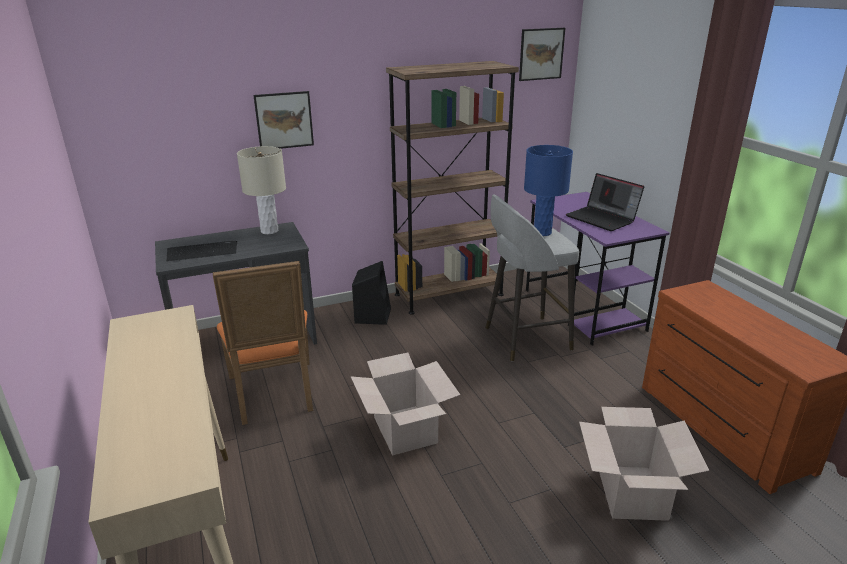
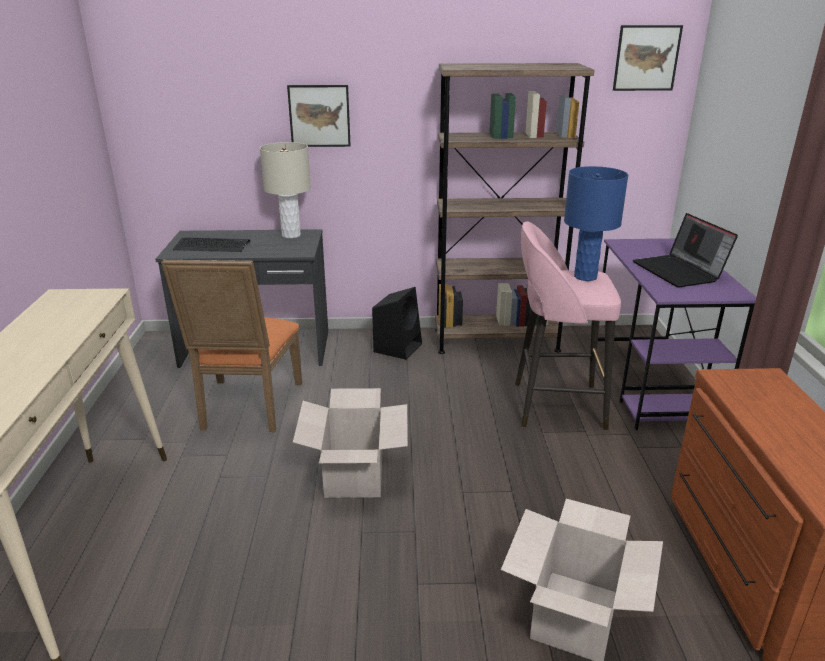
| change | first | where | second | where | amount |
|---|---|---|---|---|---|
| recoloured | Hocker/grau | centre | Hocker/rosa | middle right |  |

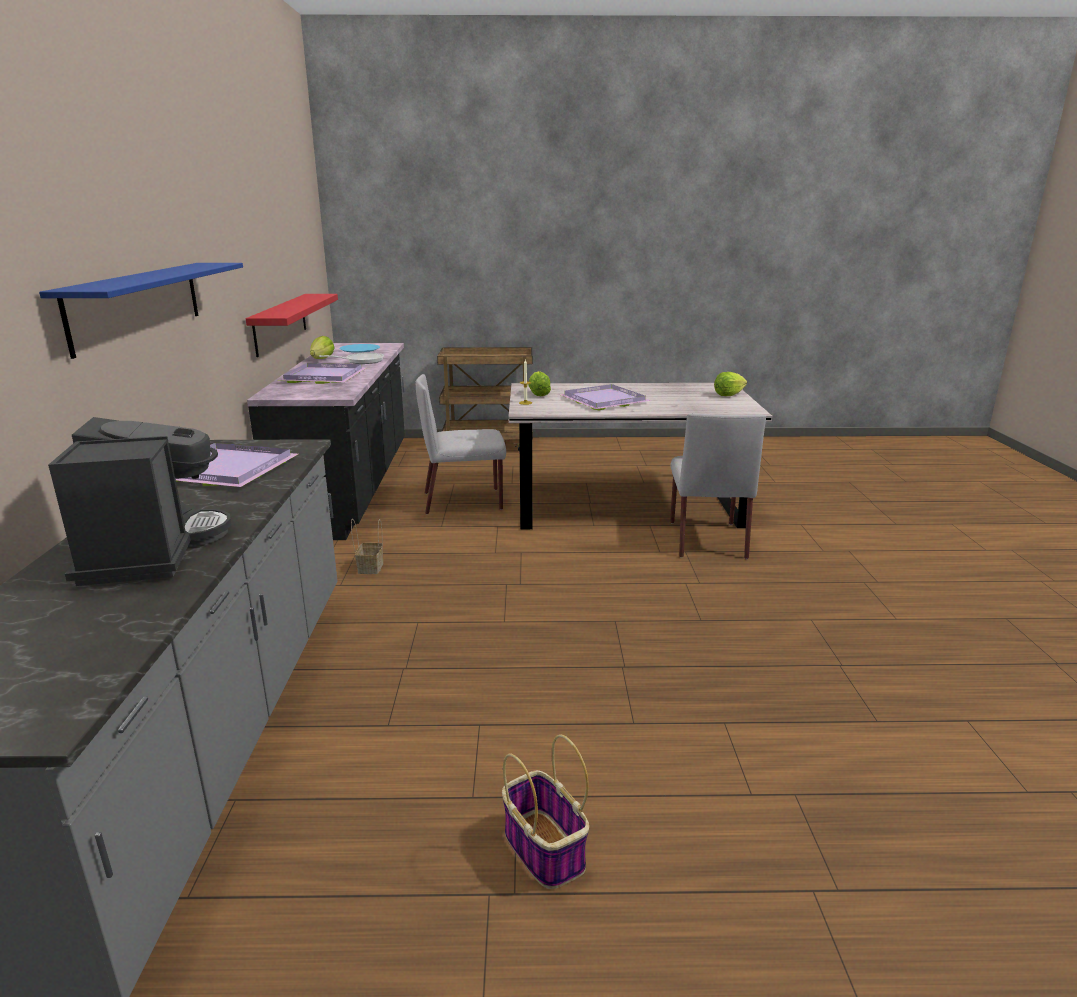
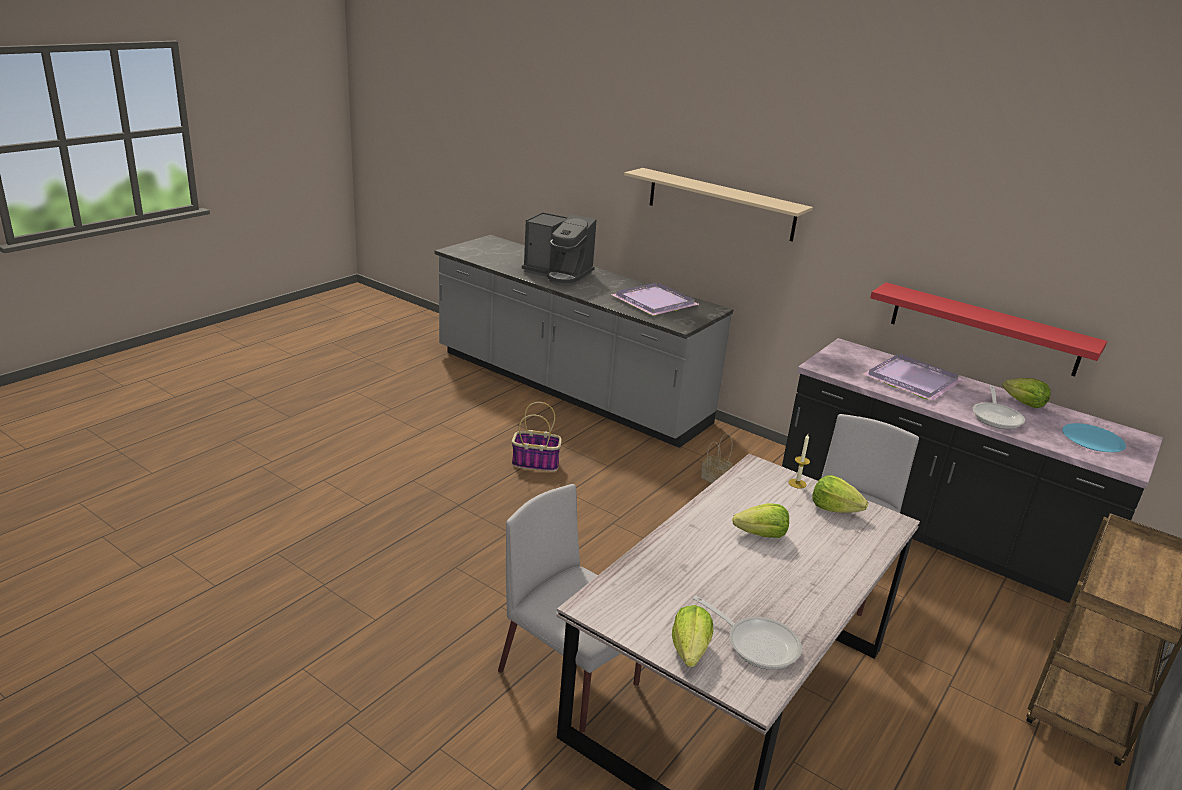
| change | first | where | second | where | amount |
|---|---|---|---|---|---|
| moved | Korb (2nd from left in the first image) | bottom centre | Korb (1st from left) | centre |  |
| recoloured | Wandregal/blau | top left | Wandregal/beige | top centre |  |
| added |  |  | Pfanne (1st from left) | bottom centre |  |
| replaced | Tablett/lila (3rd from left) | centre | Salatkopf (2nd from left) | centre |  |

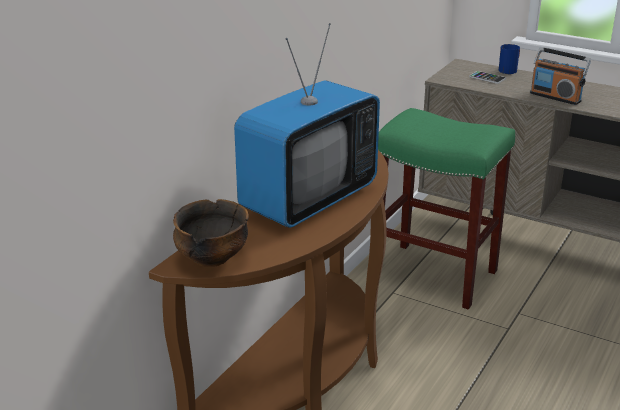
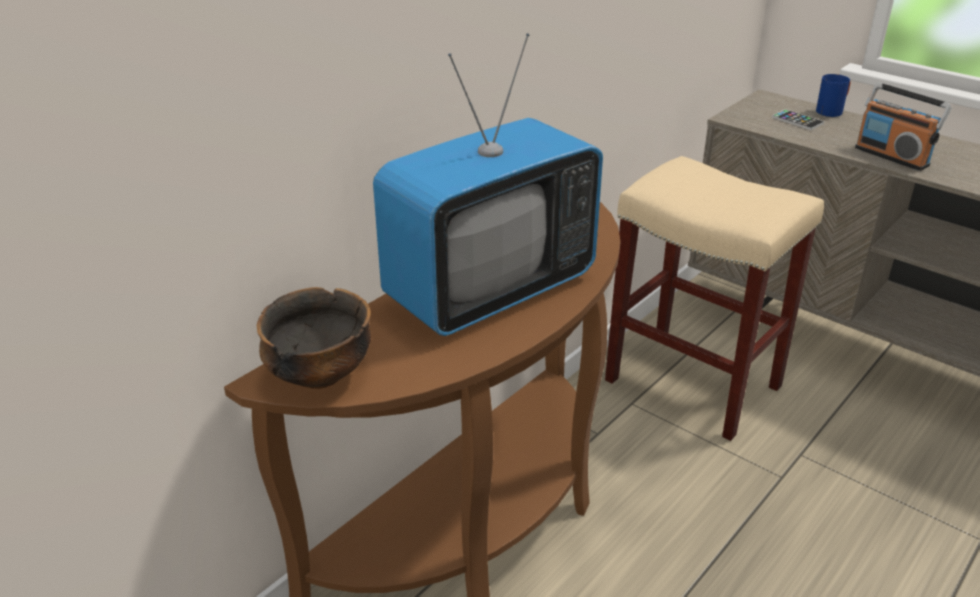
| change | first | where | second | where | amount |
|---|---|---|---|---|---|
| recoloured | Hocker/grün | middle right | Hocker/beige | middle right |  |

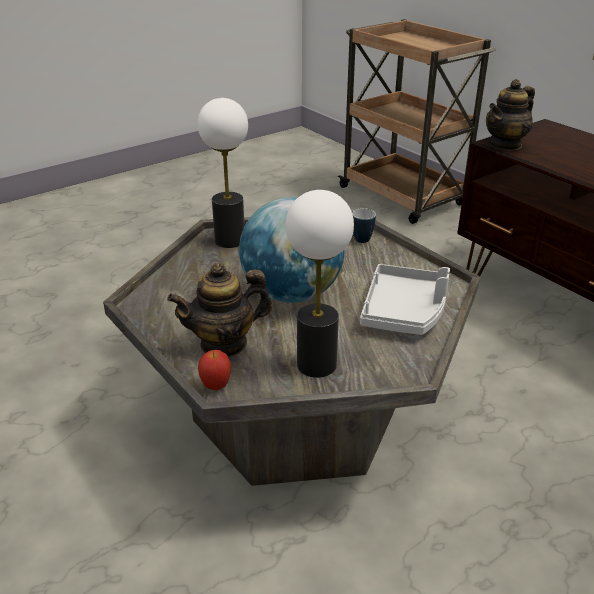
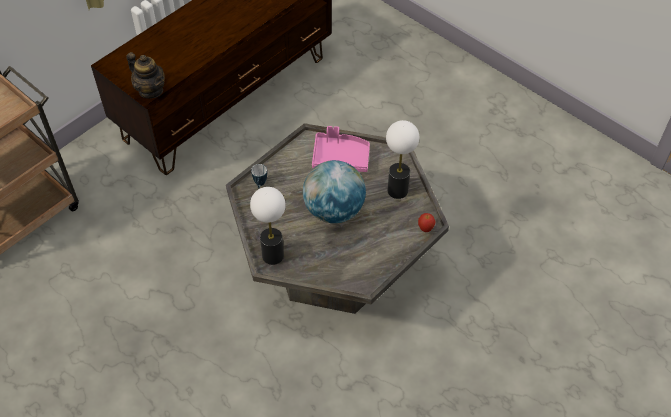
| change | first | where | second | where | amount |
|---|---|---|---|---|---|
| recoloured | Tablett/grau | middle right | Tablett/rosa | centre |  |
| removed | Teekanne (1st from left) | centre |  |  |  |

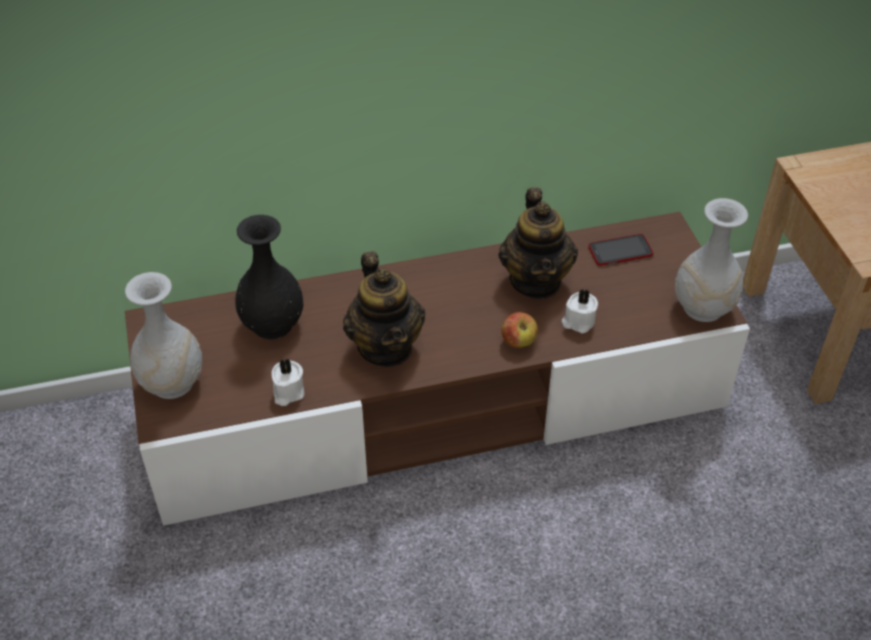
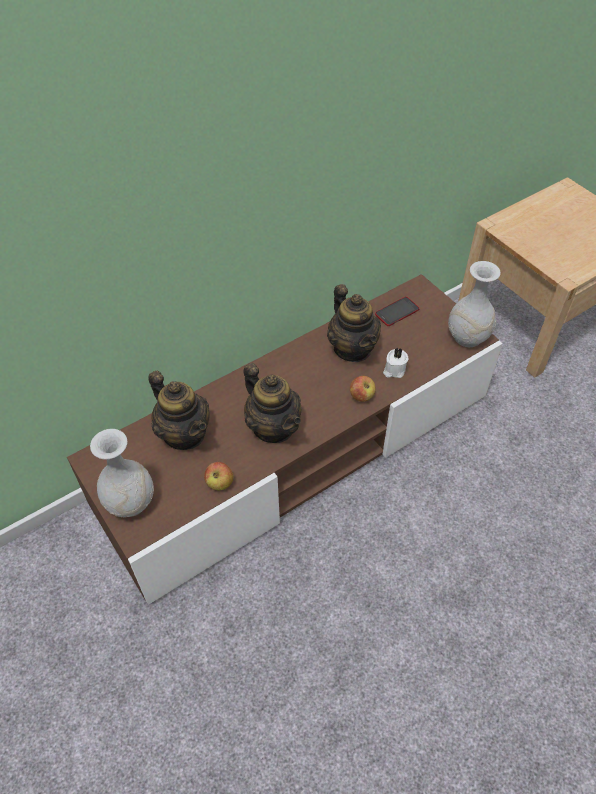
| change | first | where | second | where | amount |
|---|---|---|---|---|---|
| replaced | Vase/schwarz | middle left | Teekanne (1st from left) | middle left |  |
| replaced | Kerze/weiß (1st from left) | middle left | Apfel (1st from left) | centre |  |

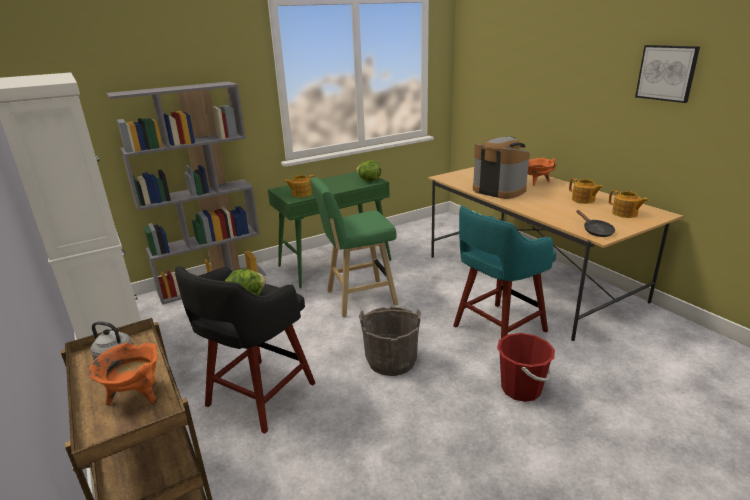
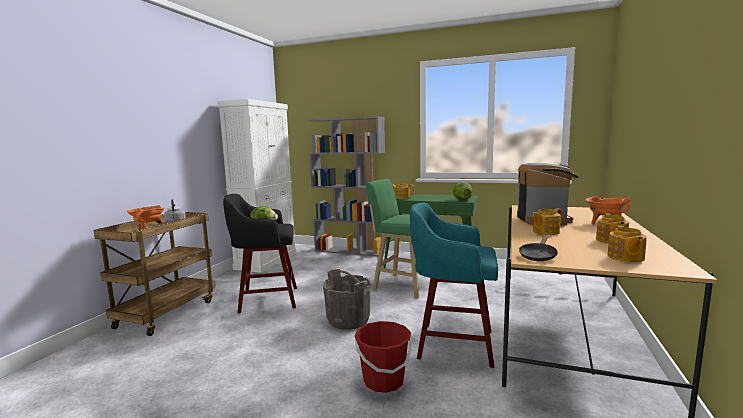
| change | first | where | second | where | amount |
|---|---|---|---|---|---|
| added |  |  | Teekanne (2nd from left) | middle right |  |
| removed | Bild | top right |  |  |  |

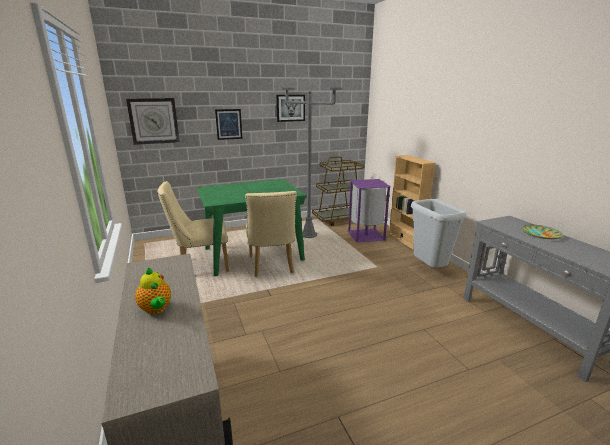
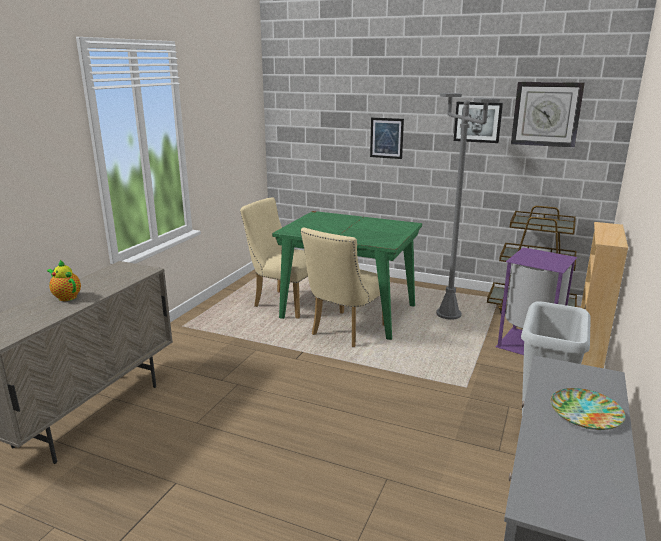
| change | first | where | second | where | amount |
|---|---|---|---|---|---|
| turned | Teekanne | middle left |  | middle left | 120 degrees clockwise |
| moved | Wanduhr | top left |  | top right |  |

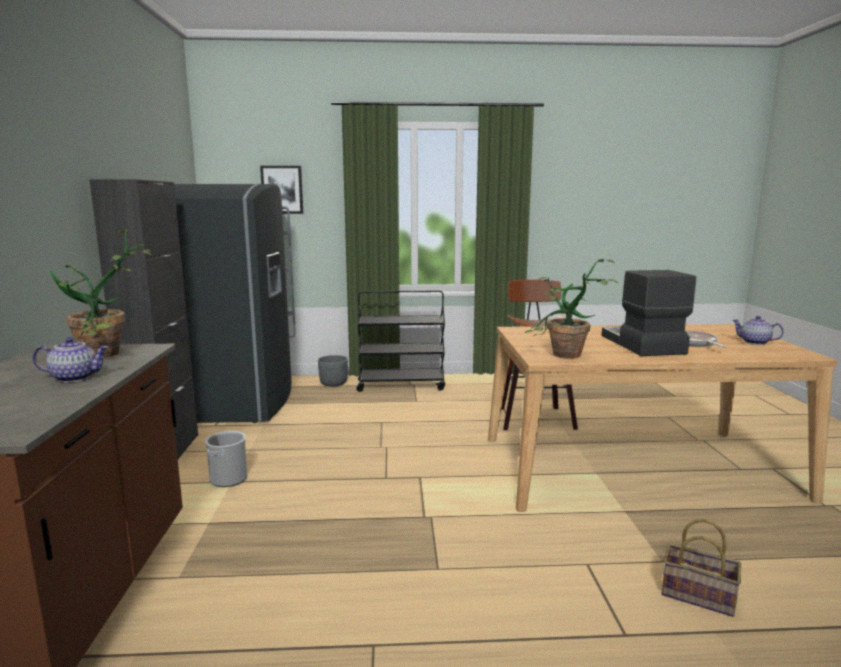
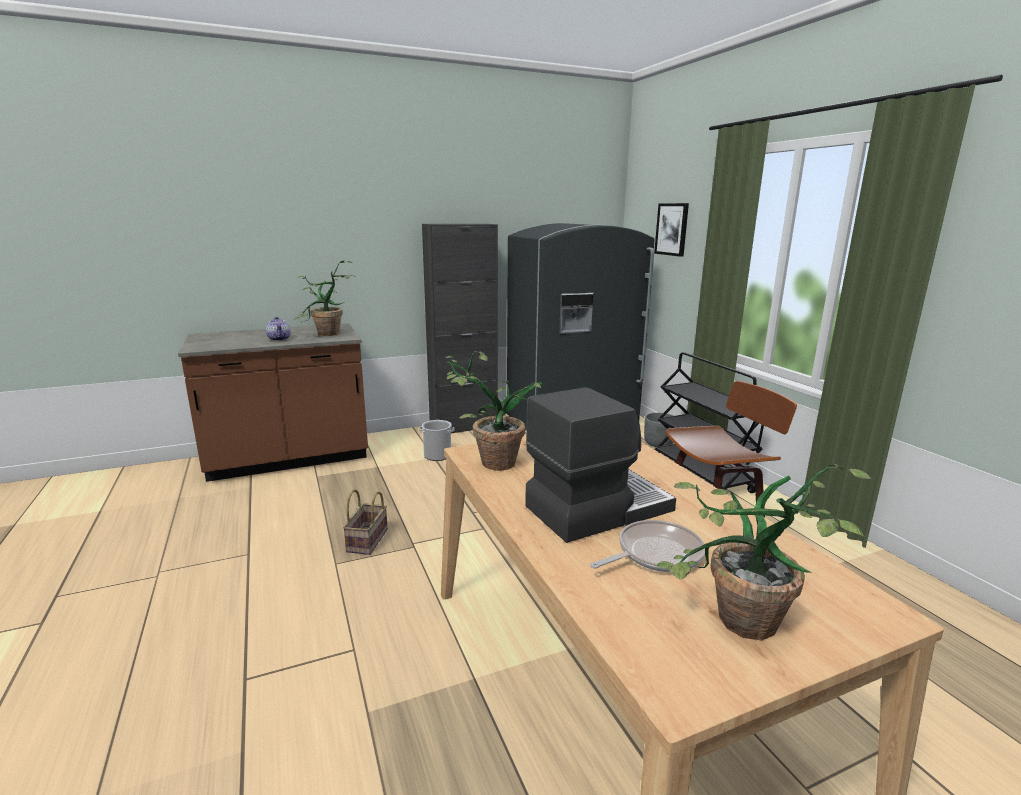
| change | first | where | second | where | amount |
|---|---|---|---|---|---|
| moved | Korb | bottom right |  | centre |  |
| replaced | Teekanne (2nd from left) | middle right | Topfpflanze (3rd from left) | bottom right |  |

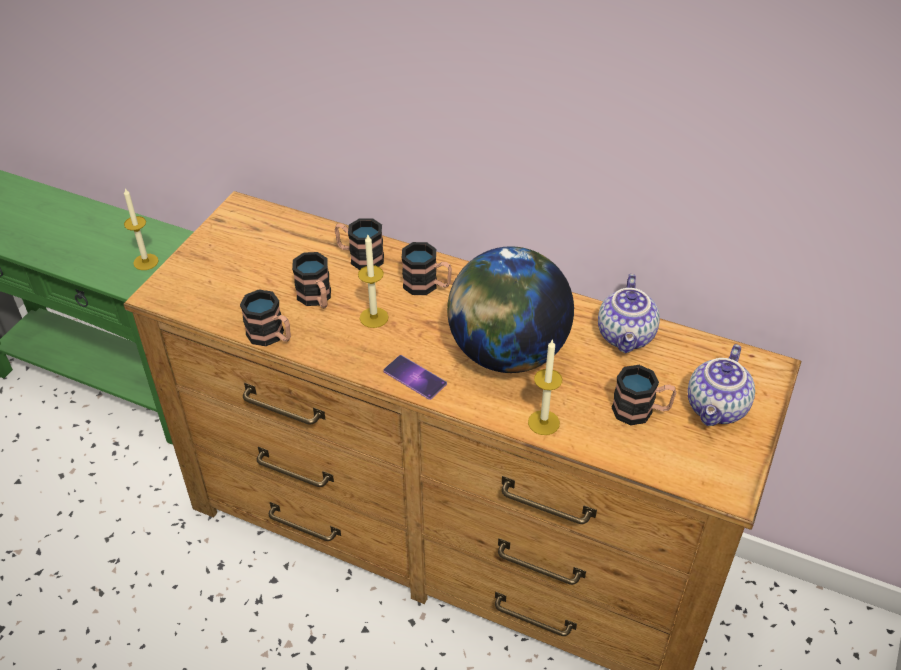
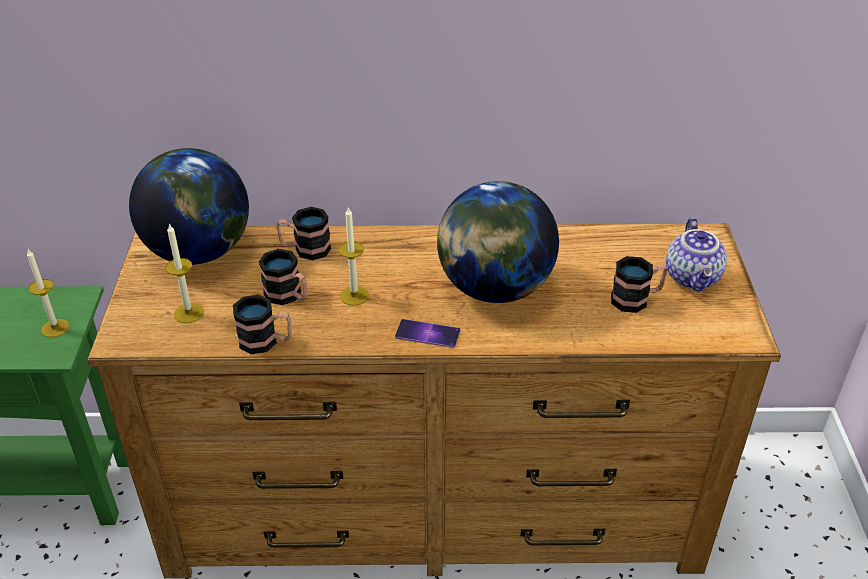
| change | first | where | second | where | amount |
|---|---|---|---|---|---|
| added |  |  | Globus (1st from left) | middle left |  |
| moved | Kerze (3rd from left in the first image) | centre | Kerze (2nd from left) | middle left |  |
| removed | Henkelbecher (4th from left) | centre |  |  |  |
| removed | Teekanne (1st from left) | middle right |  |  |  |

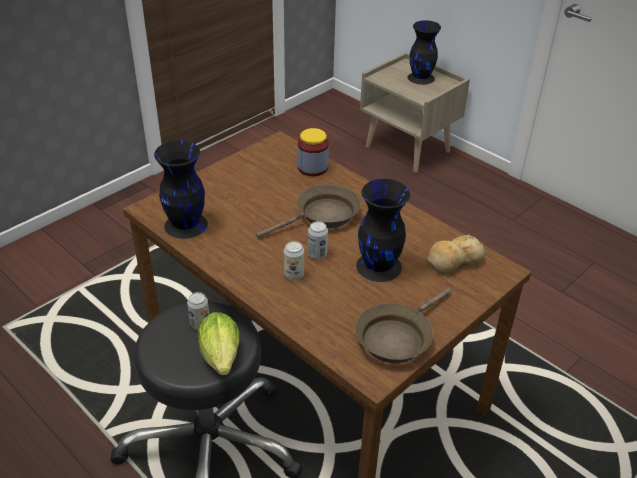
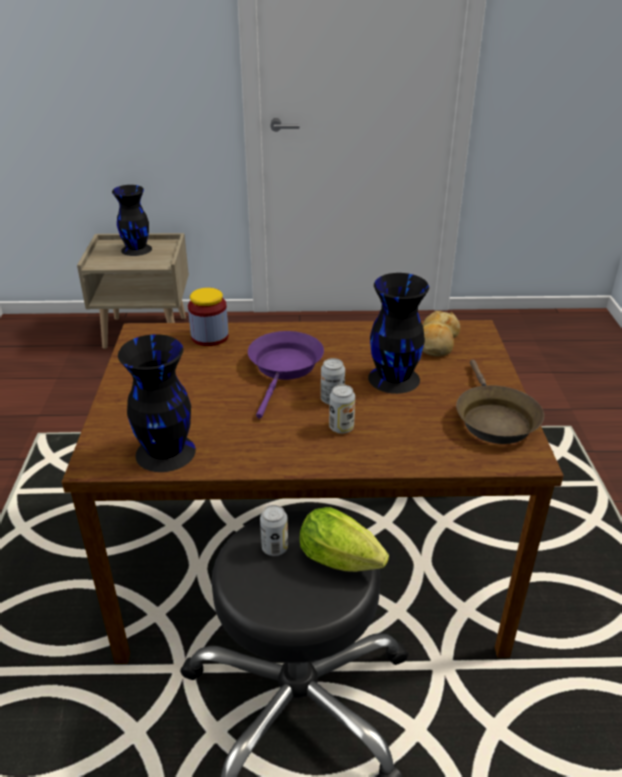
| change | first | where | second | where | amount |
|---|---|---|---|---|---|
| recoloured | Pfanne/braun (1st from left) | centre | Pfanne/lila | centre |  |

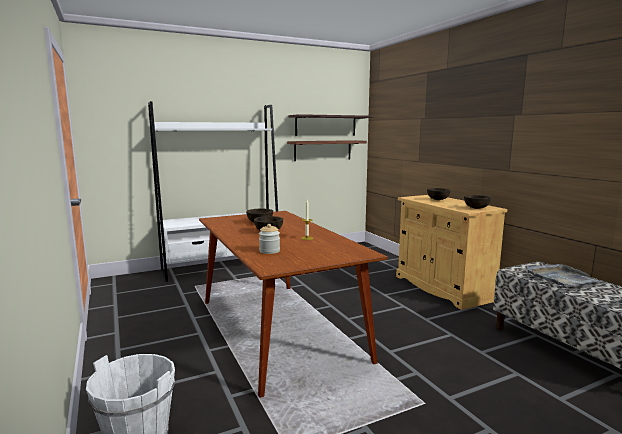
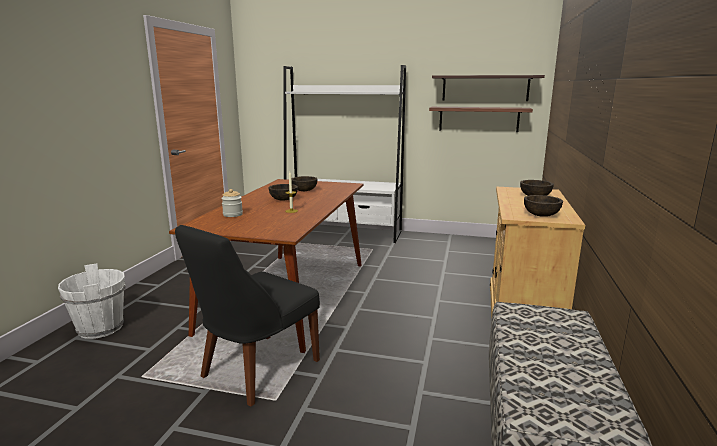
| change | first | where | second | where | amount |
|---|---|---|---|---|---|
| added |  |  | Stuhl/schwarz | bottom centre |  |
| removed | Tablett/grau | middle right |  |  |  |

